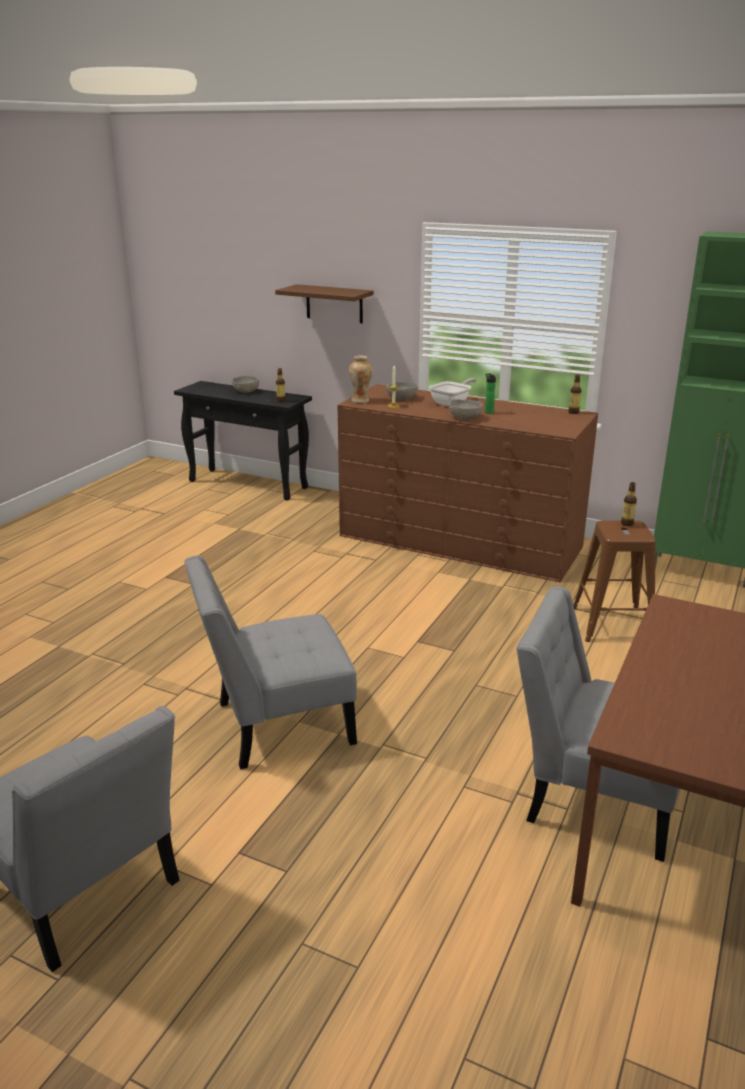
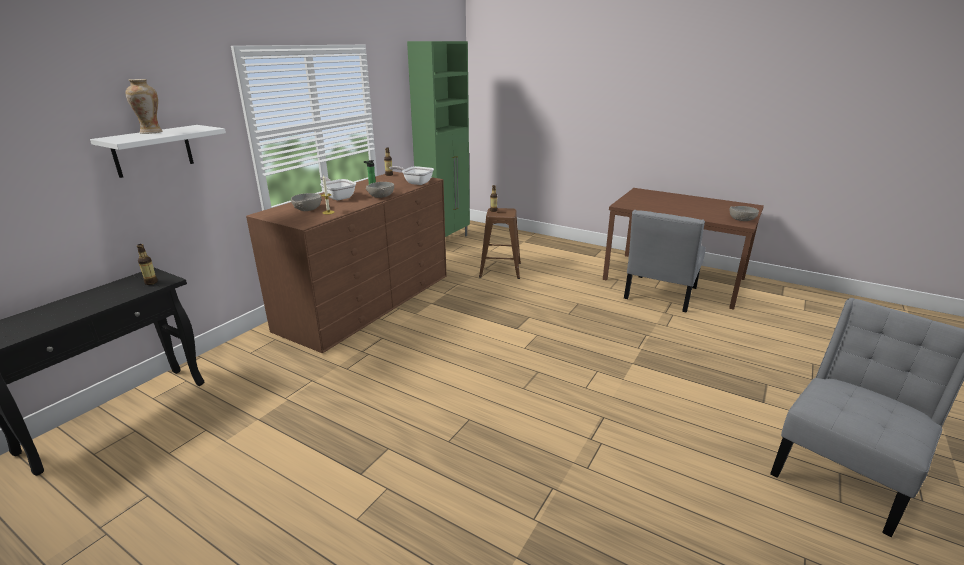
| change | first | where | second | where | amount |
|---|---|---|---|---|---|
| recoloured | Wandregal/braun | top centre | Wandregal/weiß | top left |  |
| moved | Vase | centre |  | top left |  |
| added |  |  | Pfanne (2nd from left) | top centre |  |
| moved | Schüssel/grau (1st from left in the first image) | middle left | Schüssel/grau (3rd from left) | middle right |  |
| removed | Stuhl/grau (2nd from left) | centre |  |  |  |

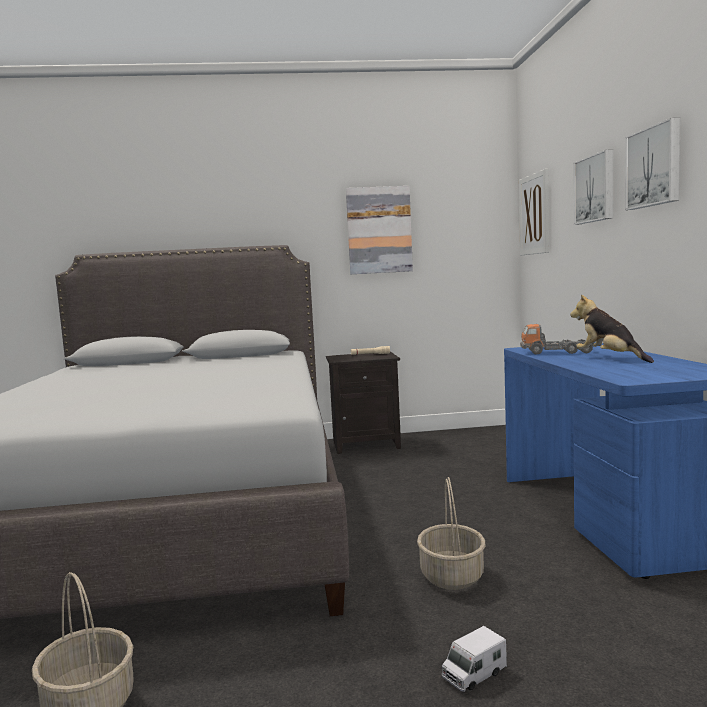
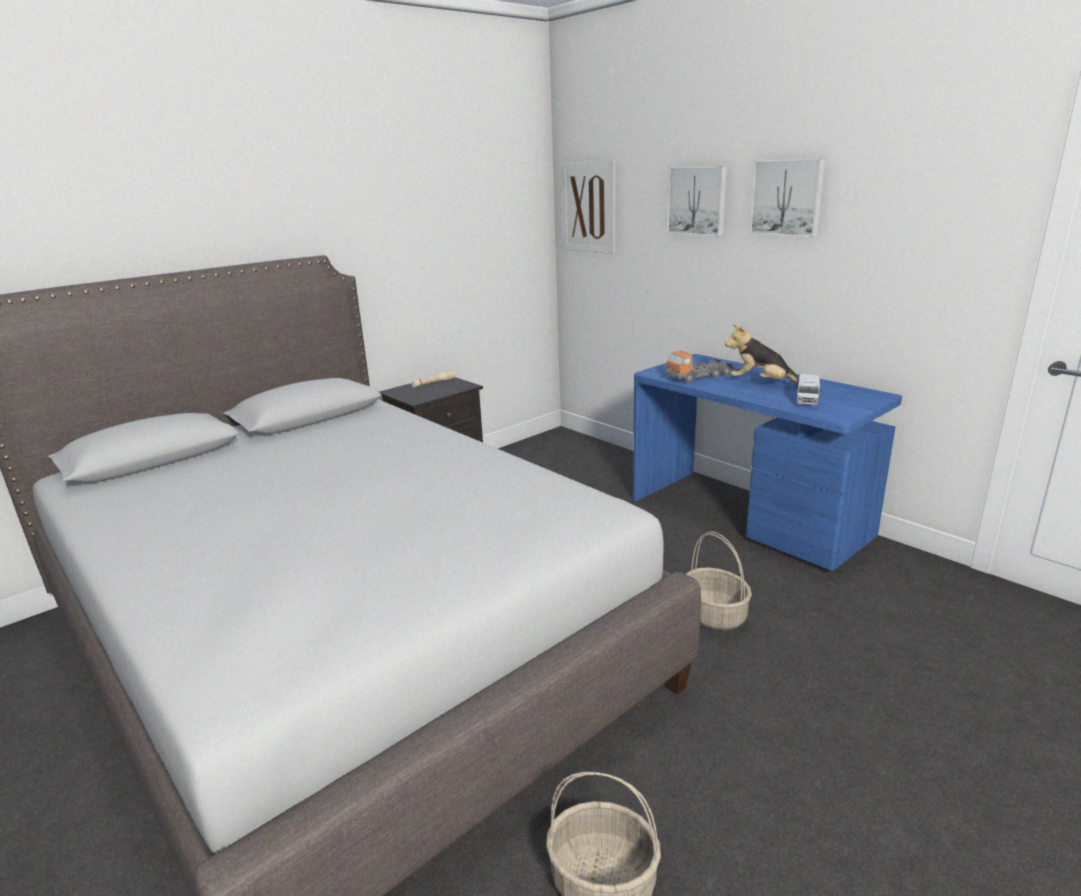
| change | first | where | second | where | amount |
|---|---|---|---|---|---|
| moved | Spielzeuglaster (1st from left in the first image) | bottom right | Spielzeuglaster (2nd from left) | middle right |  |
| removed | Bild (1st from left) | top centre |  |  |  |

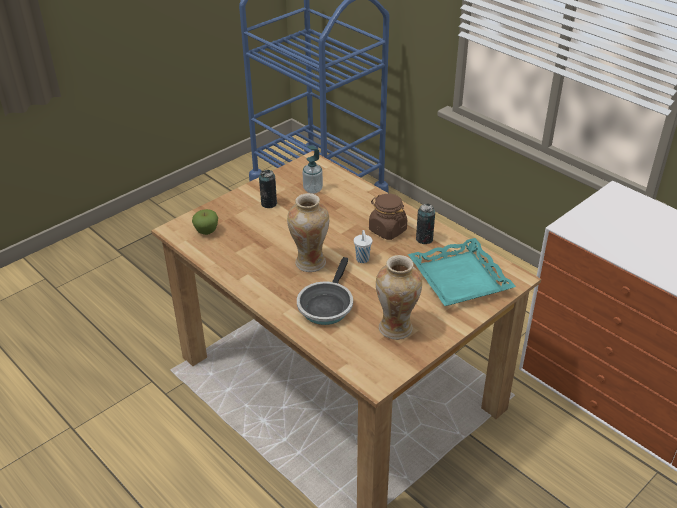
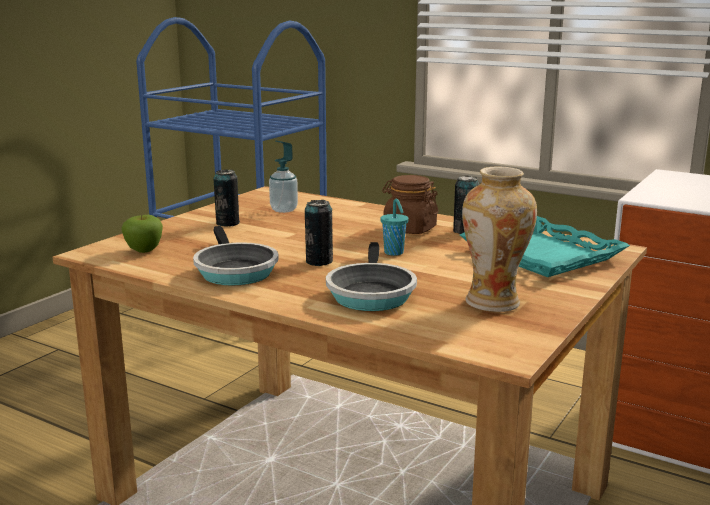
| change | first | where | second | where | amount |
|---|---|---|---|---|---|
| added |  |  | Pfanne (1st from left) | middle left |  |
| replaced | Vase (1st from left) | centre | Dose (2nd from left) | centre |  |
| recoloured | Tasse/weiß | centre | Tasse/türkis | centre |  |

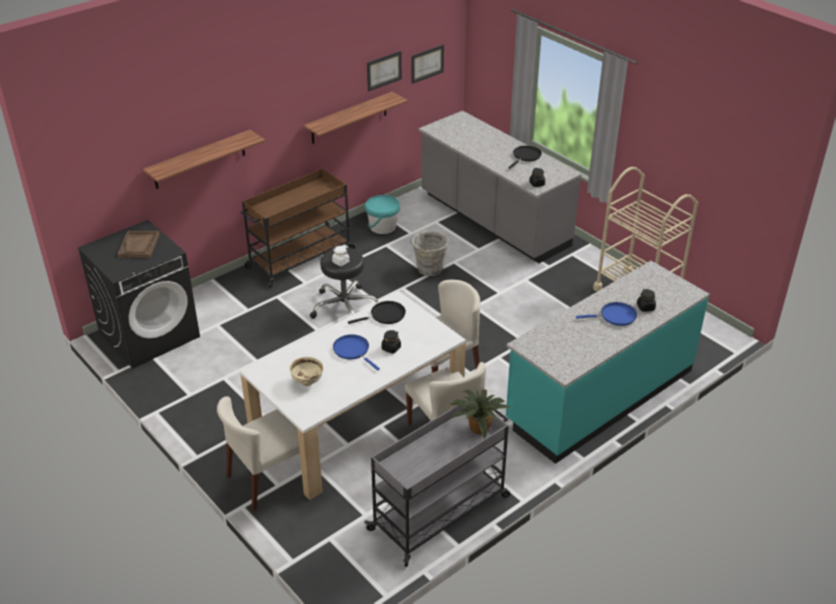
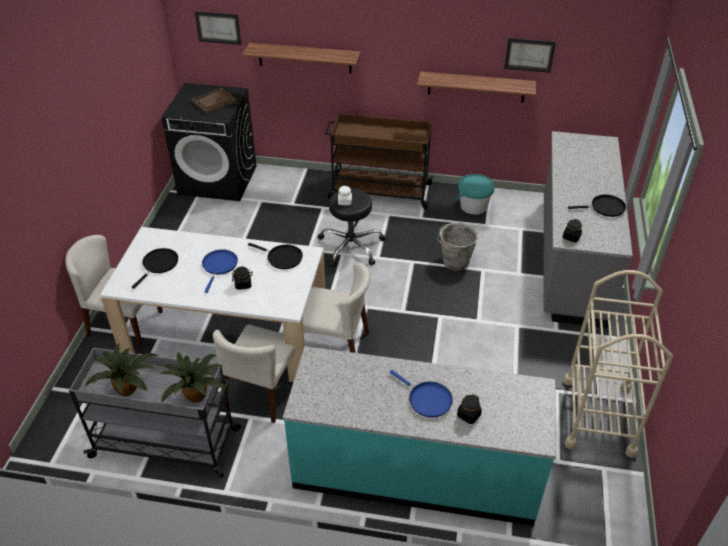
| change | first | where | second | where | amount |
|---|---|---|---|---|---|
| added |  |  | Topfpflanze (1st from left) | bottom left |  |
| replaced | Schüssel/beige | centre | Pfanne/schwarz (1st from left) | middle left |  |
| moved | Bild (2nd from left in the first image) | top centre | Bild (1st from left) | top left |  |

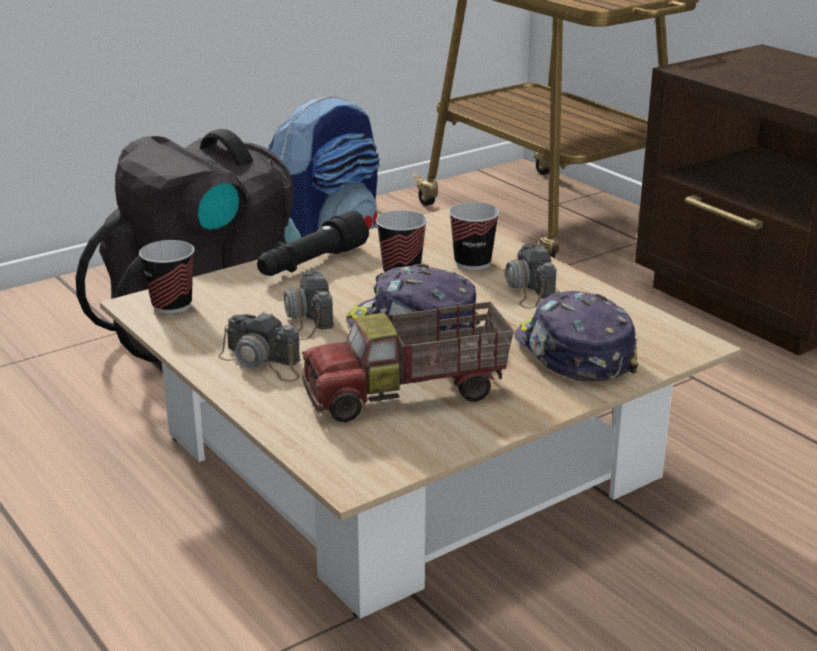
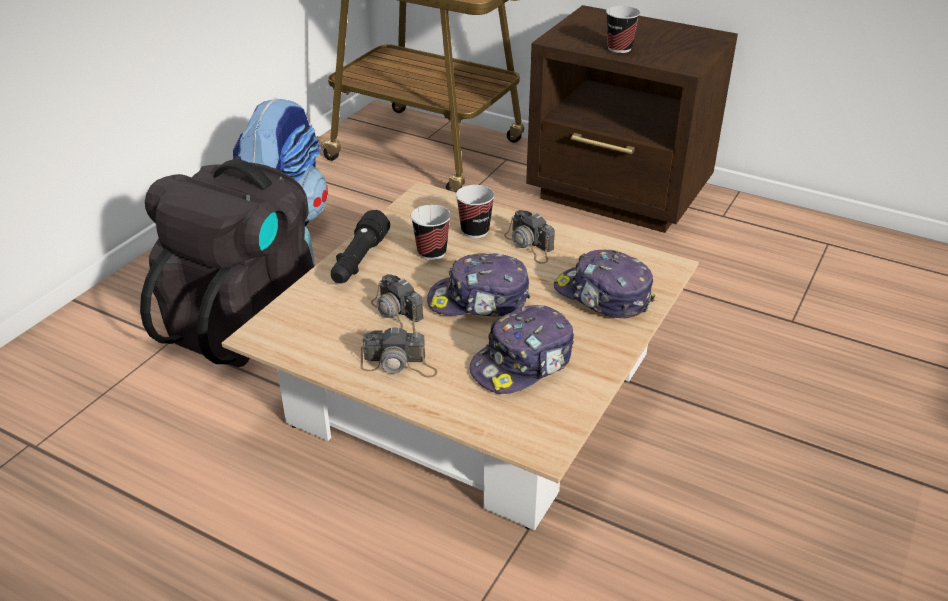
| change | first | where | second | where | amount |
|---|---|---|---|---|---|
| replaced | Spielzeuglaster | centre | Kappe (2nd from left) | centre |  |
| moved | Tasse (1st from left in the first image) | middle left | Tasse (3rd from left) | top centre |  |

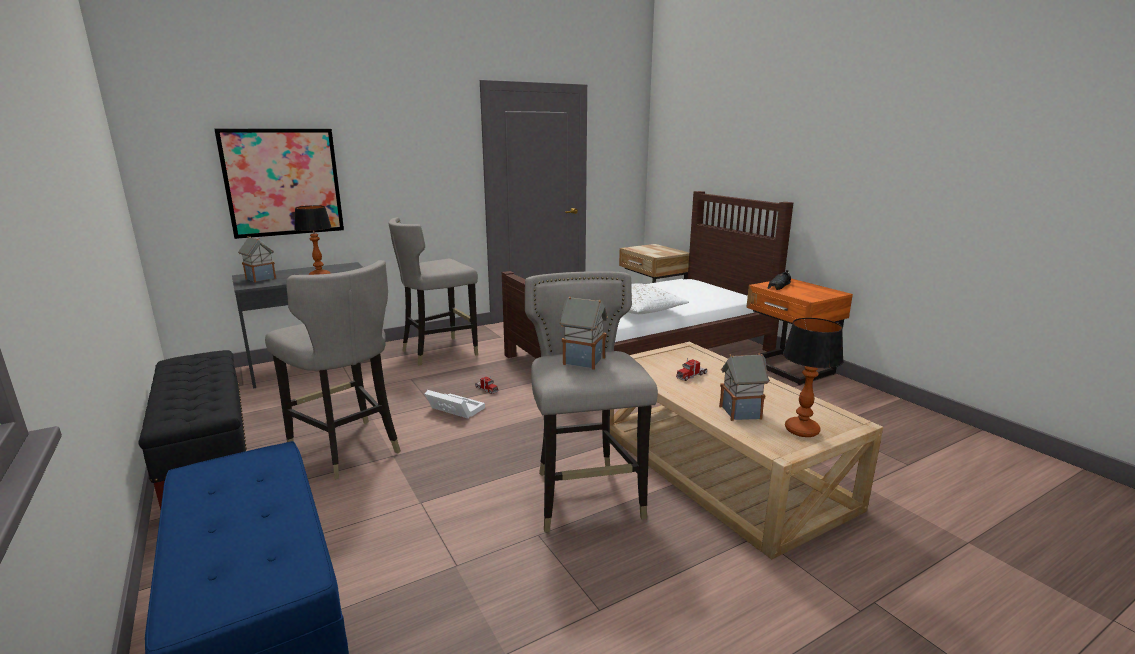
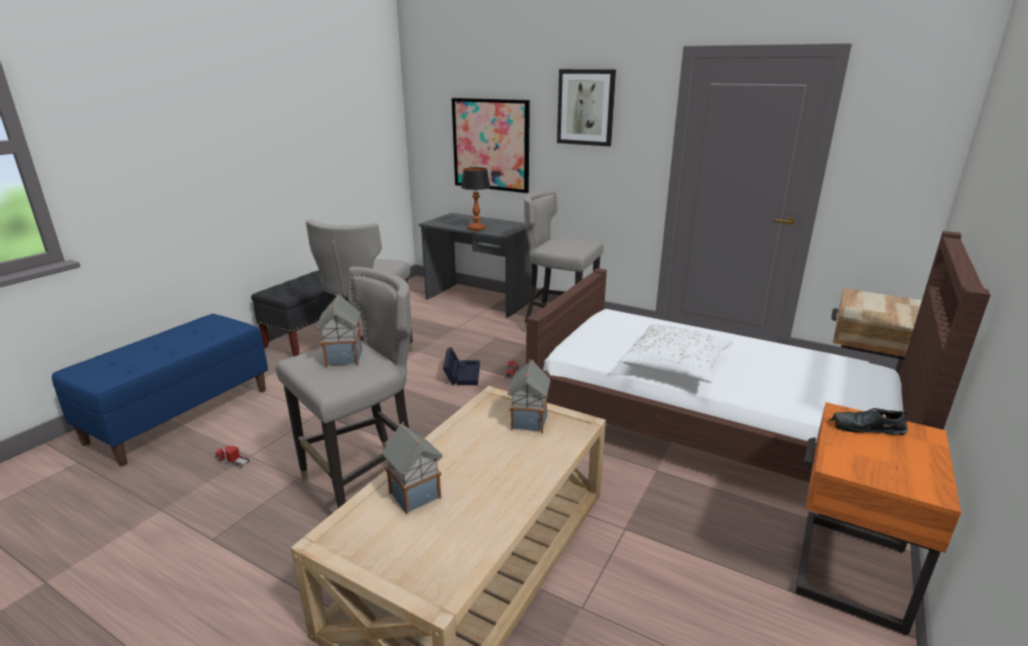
| change | first | where | second | where | amount |
|---|---|---|---|---|---|
| moved | Spielzeuglaster (2nd from left in the first image) | centre | Spielzeuglaster (1st from left) | bottom left |  |
| recoloured | Aufbewahrungsbox/weiß | centre | Aufbewahrungsbox/schwarz | centre |  |
| moved | Spielzeughaus (1st from left in the first image) | middle left | Spielzeughaus (3rd from left) | centre |  |
| added |  |  | Bild (2nd from left) | top centre |  |
| removed | Tischlampe (2nd from left) | middle right |  |  |  |

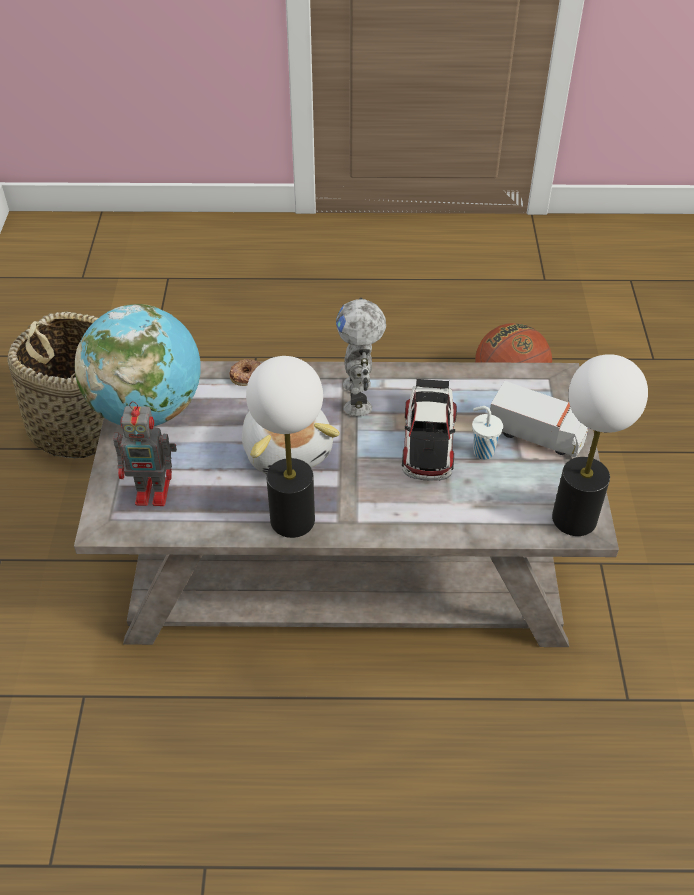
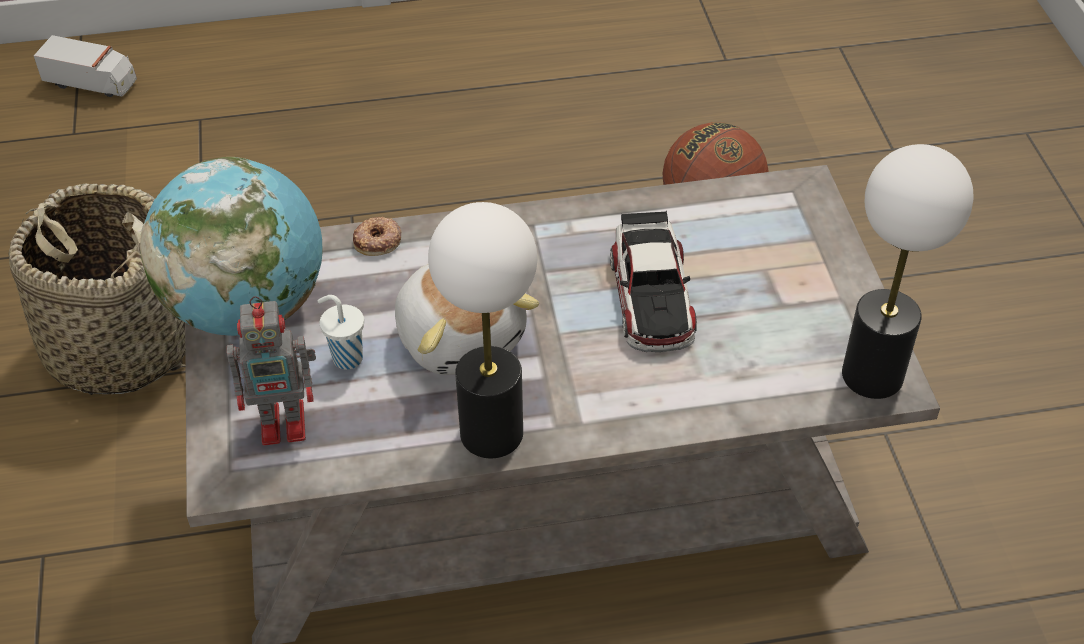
| change | first | where | second | where | amount |
|---|---|---|---|---|---|
| moved | Spielzeuglaster | middle right |  | top left |  |
| moved | Tasse/weiß | middle right |  | middle left |  |
| removed | Spielzeugroboter (2nd from left) | centre |  |  |  |

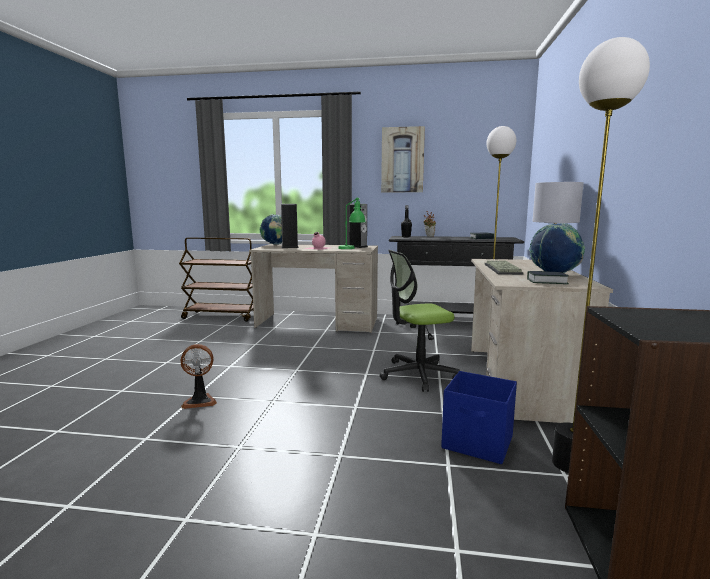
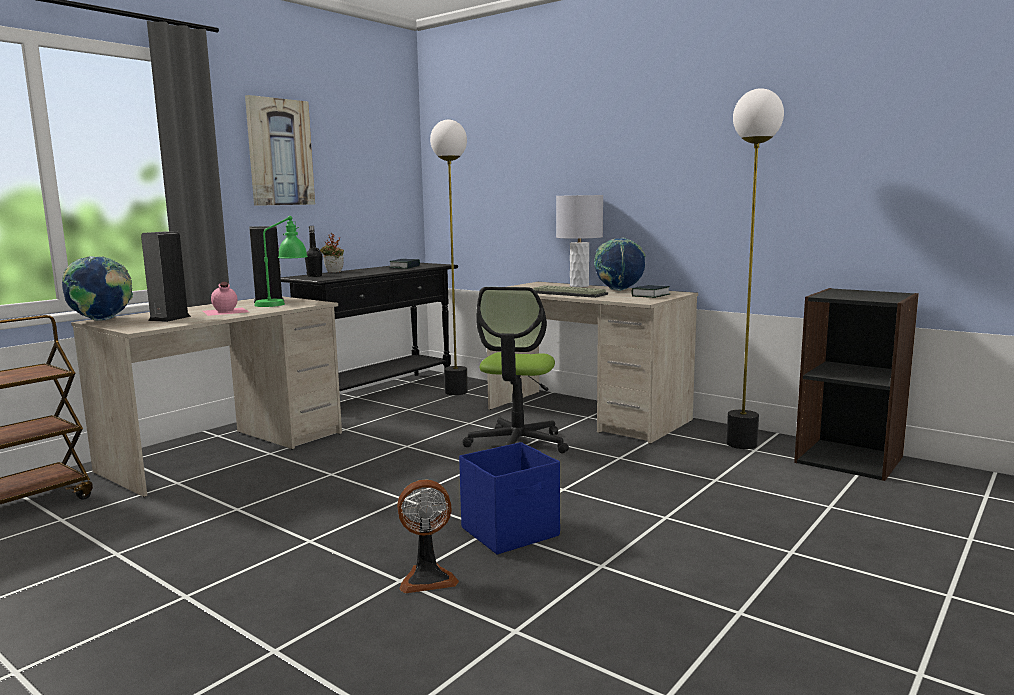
| change | first | where | second | where | amount |
|---|---|---|---|---|---|
| turned | Ventilator | middle left |  | bottom centre | 60 degrees clockwise |
| moved | Aufbewahrungsbox/blau | bottom right |  | bottom centre |  |

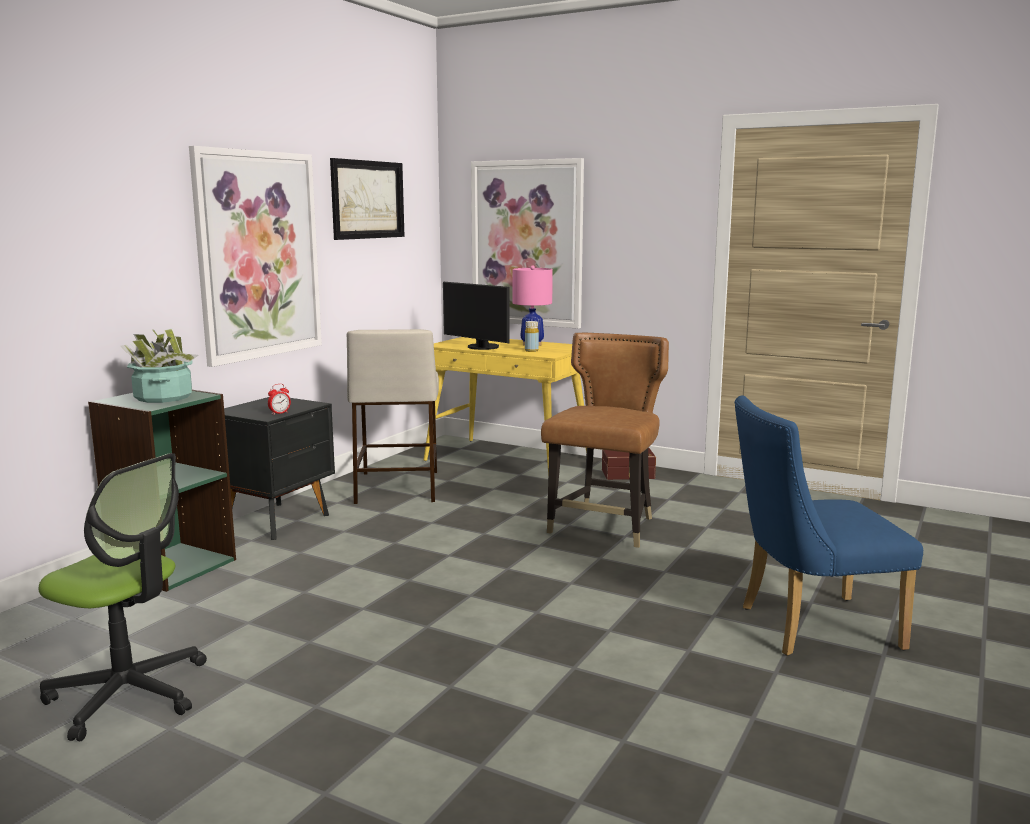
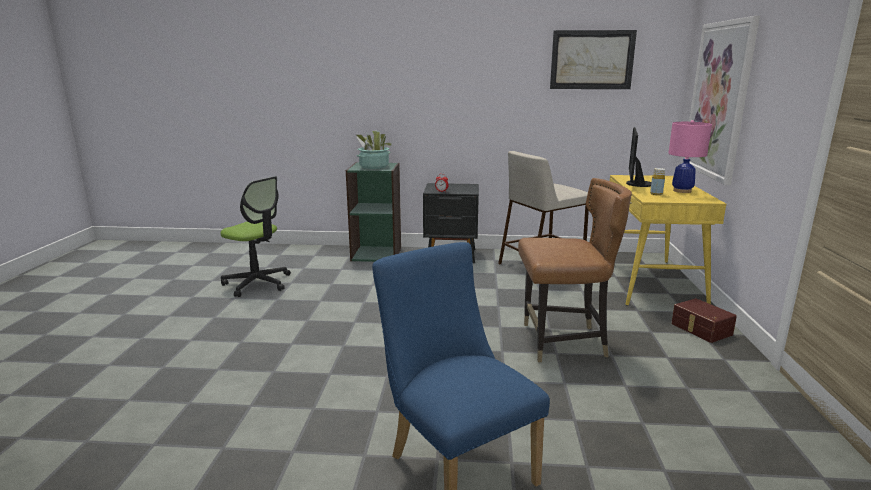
| change | first | where | second | where | amount |
|---|---|---|---|---|---|
| turned | Bürostuhl | bottom left |  | middle left | 60 degrees counterclockwise |
| removed | Bild (1st from left) | top left |  |  |  |

